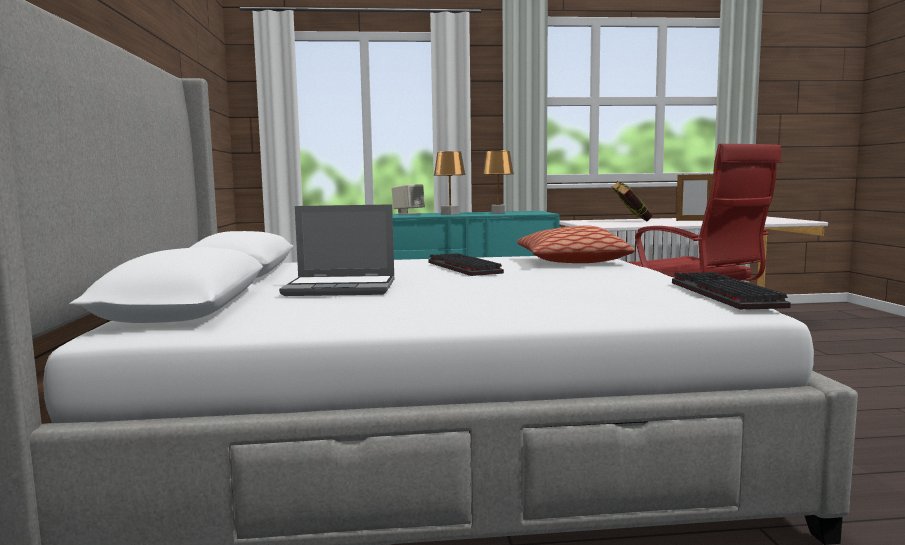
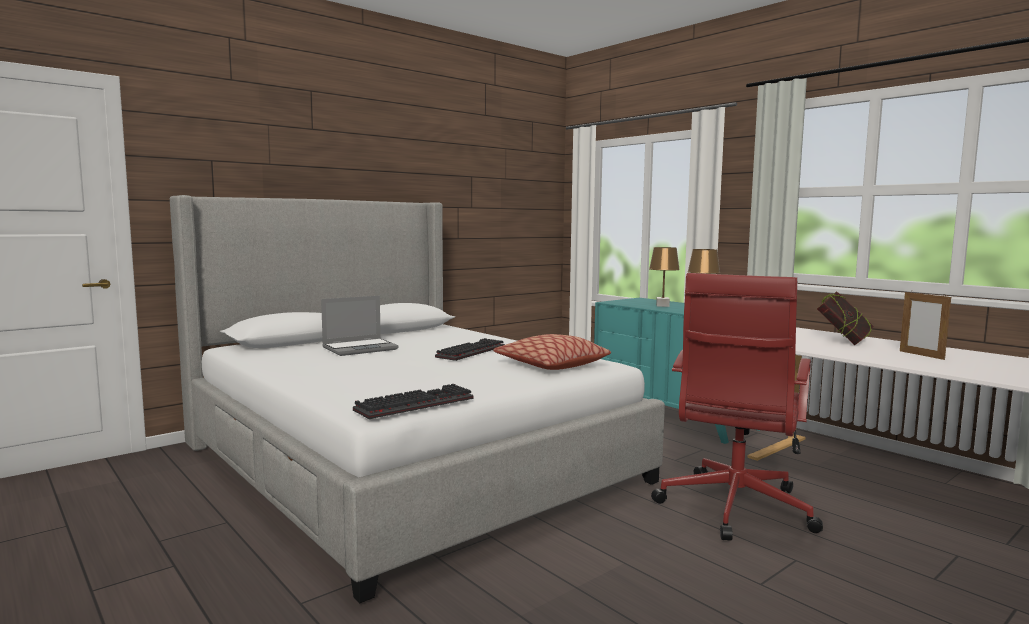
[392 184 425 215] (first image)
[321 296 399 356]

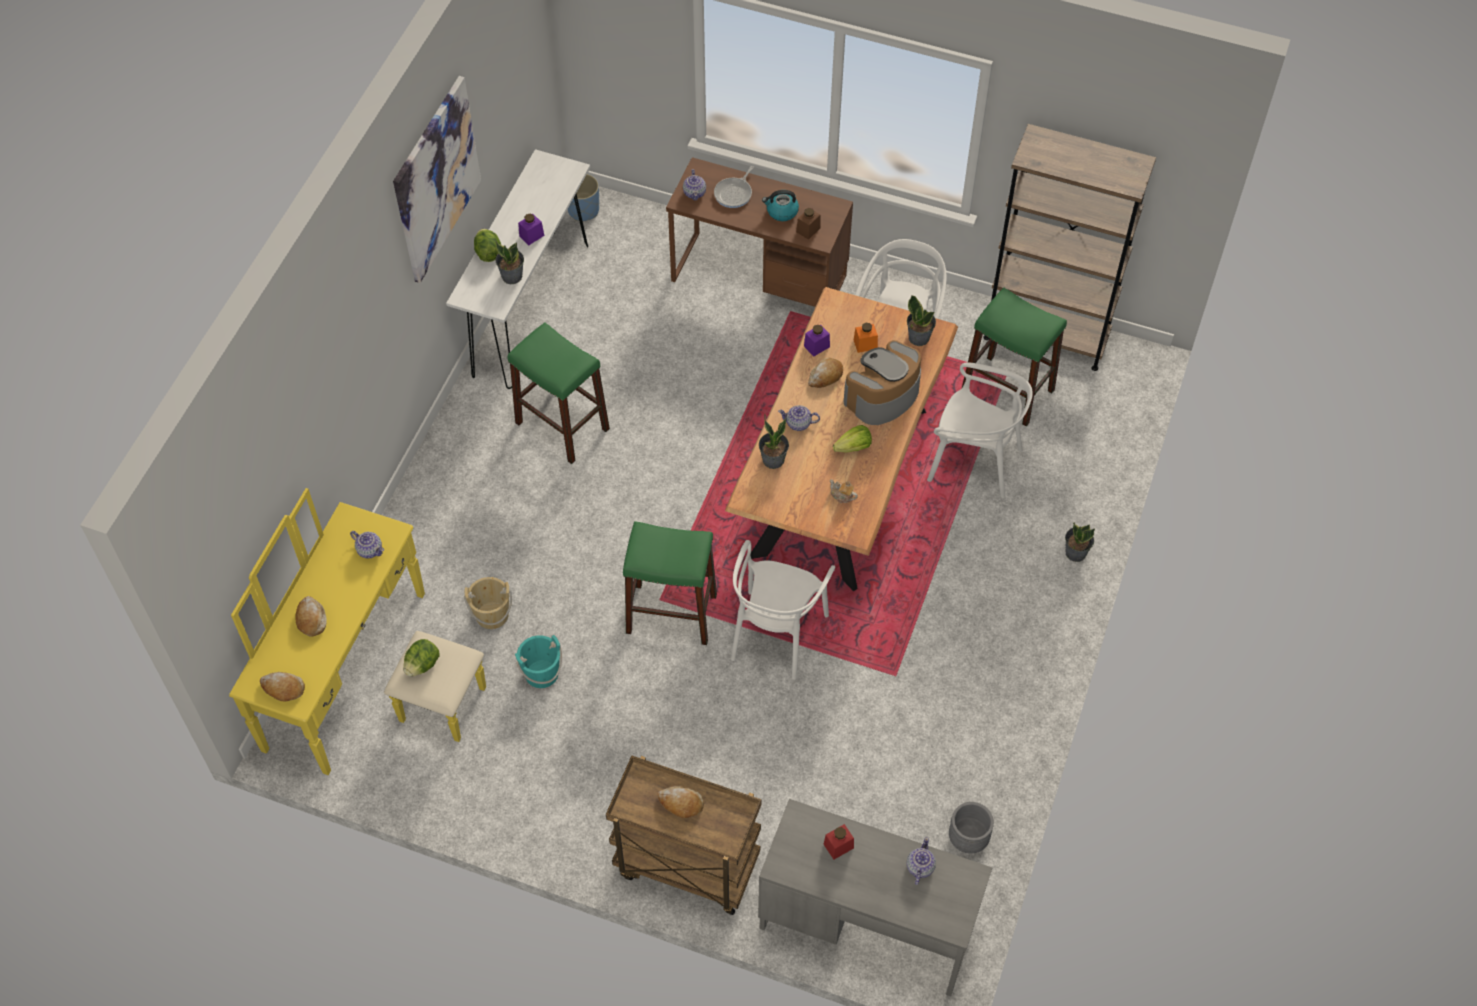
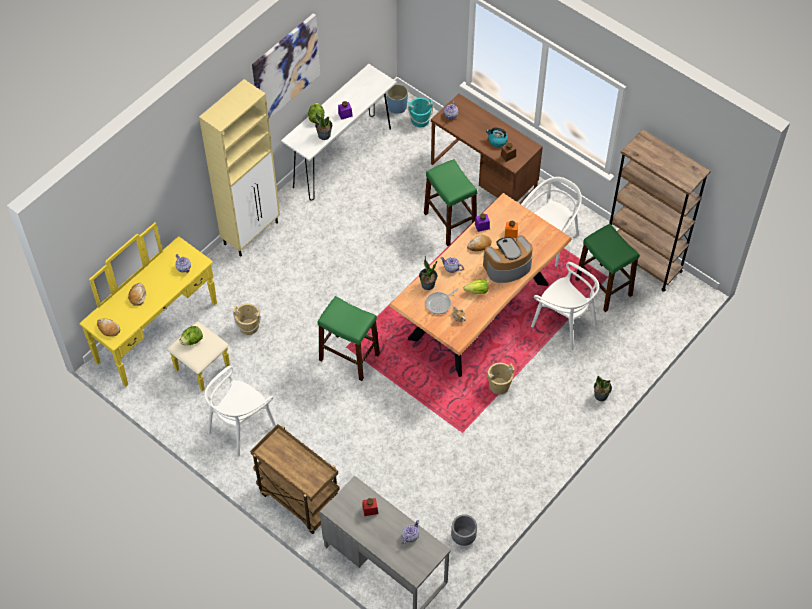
[658 786 704 818] (first image)
[907 295 936 346] (first image)
[199 79 280 257]
[487 363 514 395]
[424 159 478 246]
[408 98 433 127]
[426 288 459 314]
[205 366 276 457]

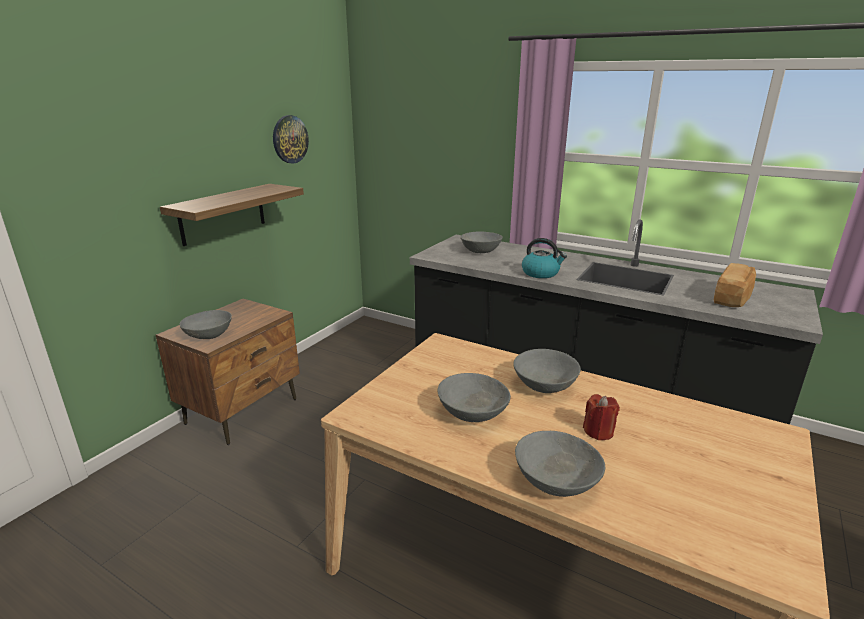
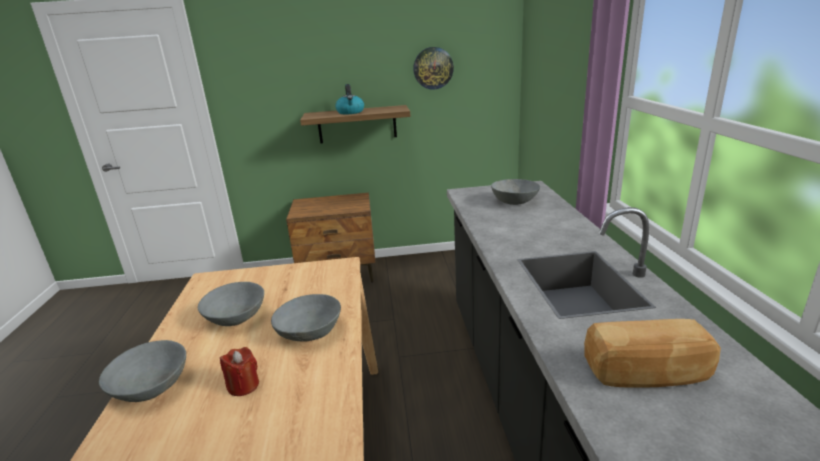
[180 310 232 339] (first image)
[335 84 364 114]

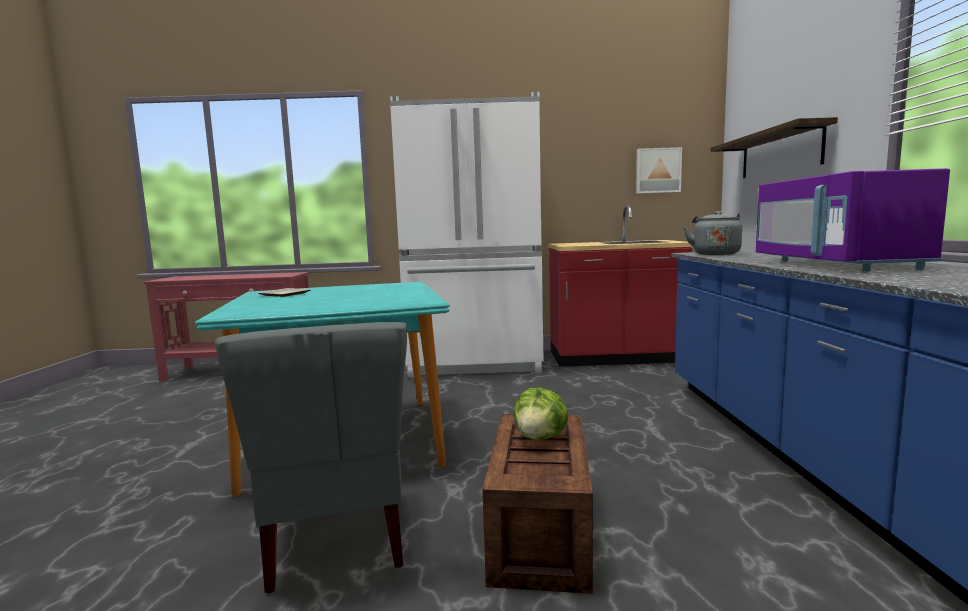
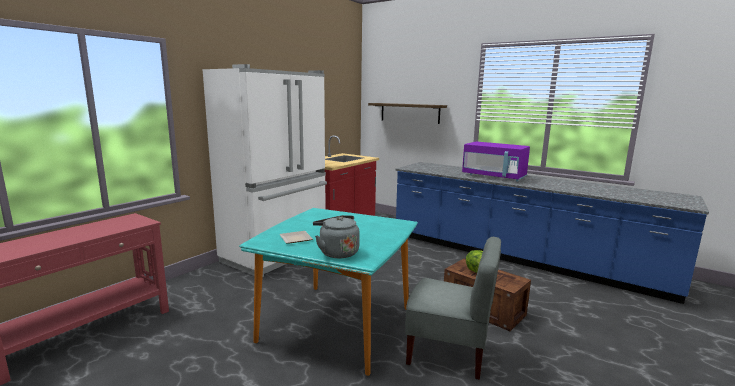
[636 147 682 194] (first image)
[313 215 360 258]

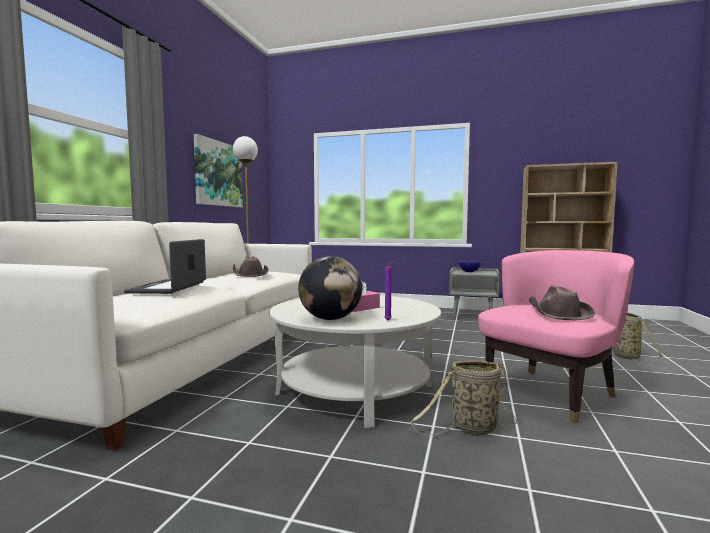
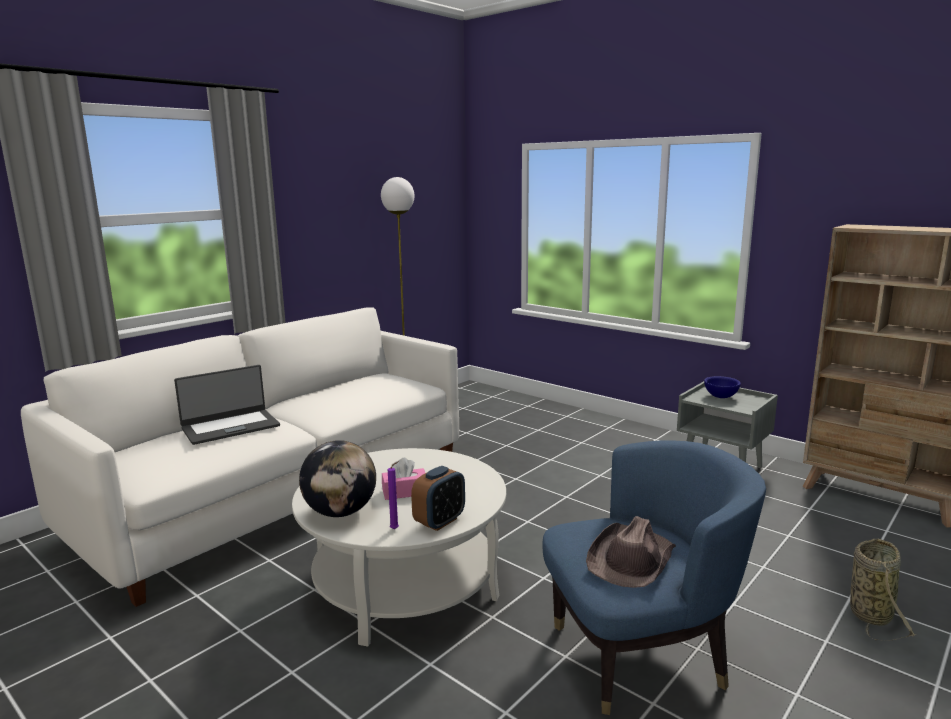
[194 134 243 207] (first image)
[233 256 268 277] (first image)
[410 360 517 436] (first image)
[411 466 465 531]
[543 441 766 715]
[174 365 280 445]

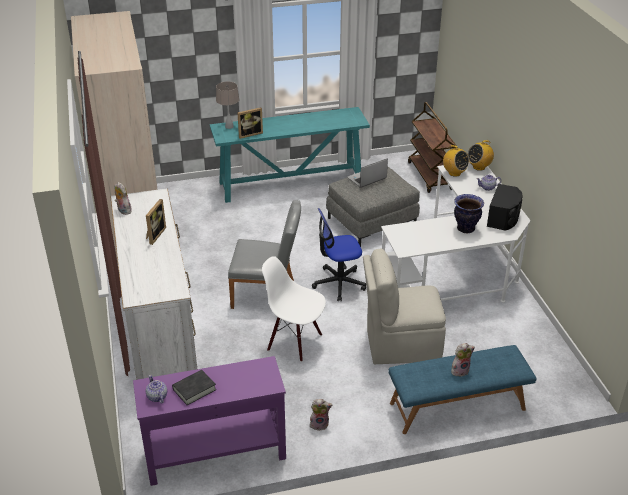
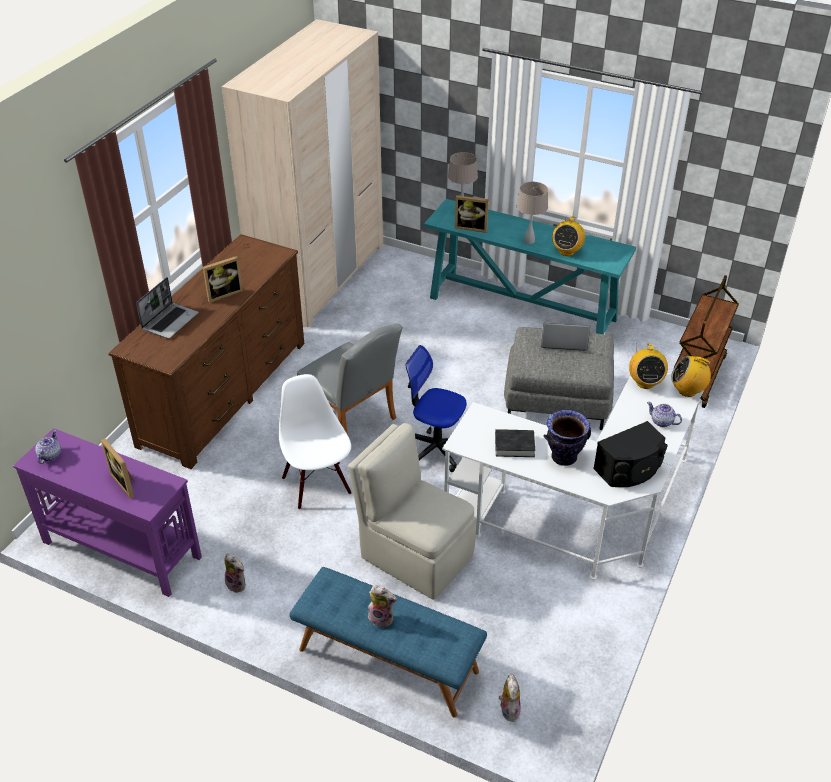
[101 438 135 499]
[136 277 199 339]
[517 182 548 244]
[552 215 585 256]
[499 673 521 722]
[495 429 535 457]
[108 234 304 469]

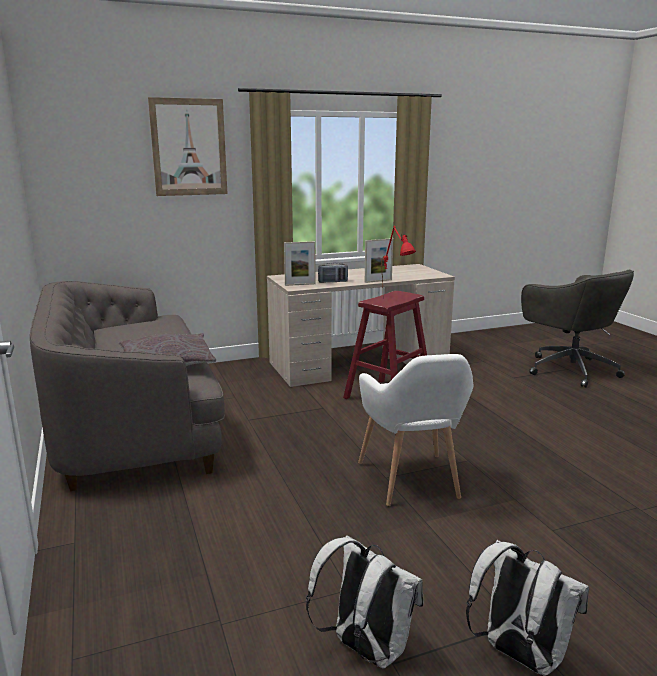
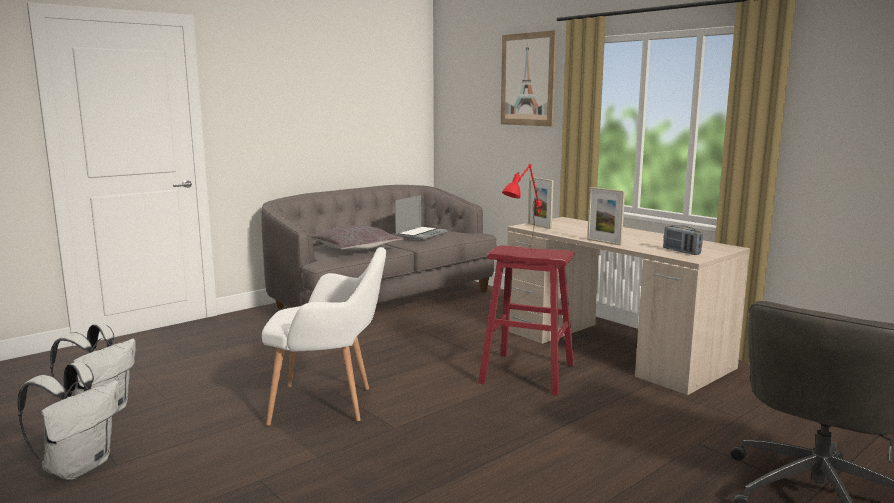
[395 195 448 240]
[663 225 703 255]
[262 247 386 426]

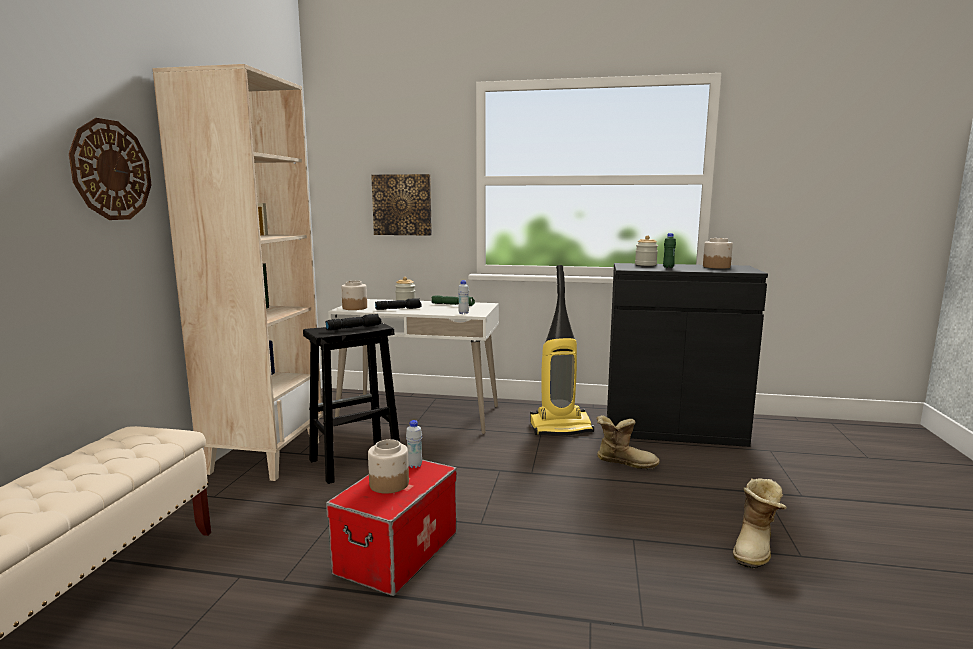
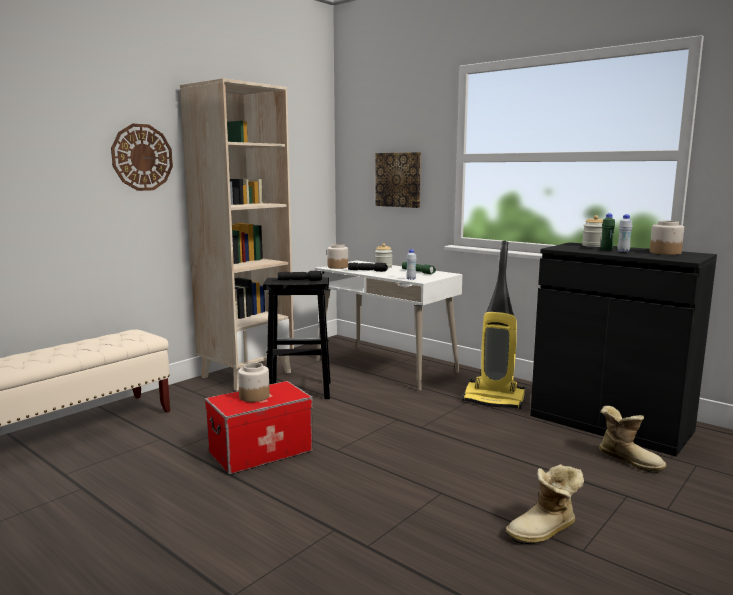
[617 214 633 252]
[599 406 666 473]

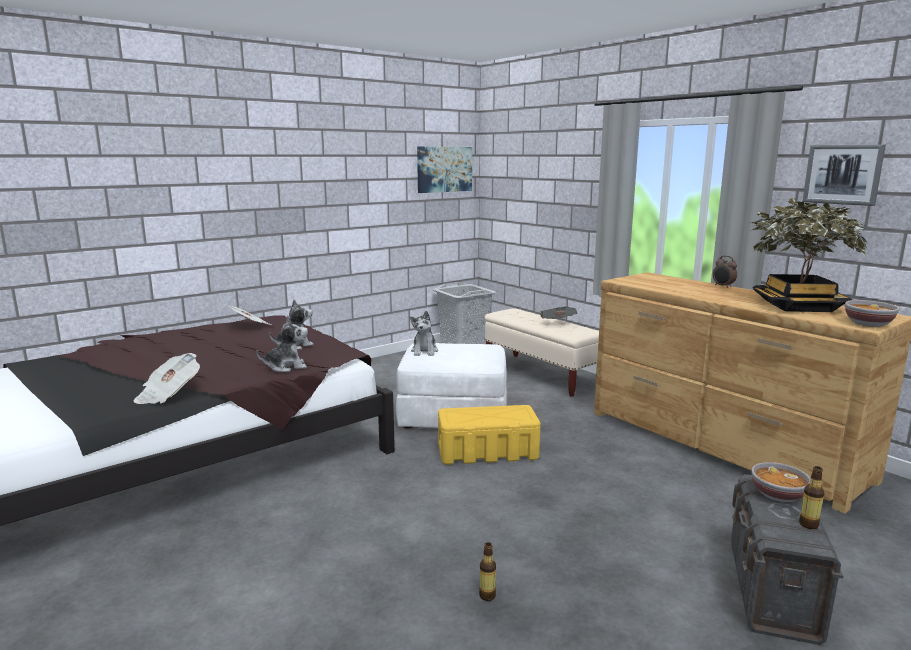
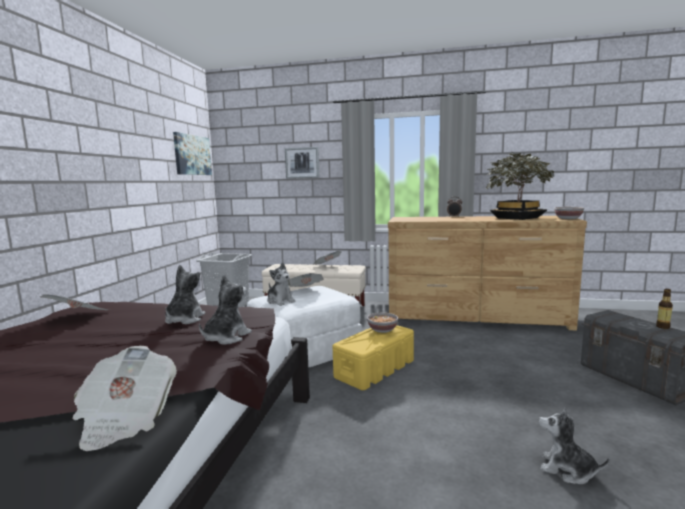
[288 273 324 287]
[367 313 398 333]
[285 147 319 179]
[539 408 610 485]

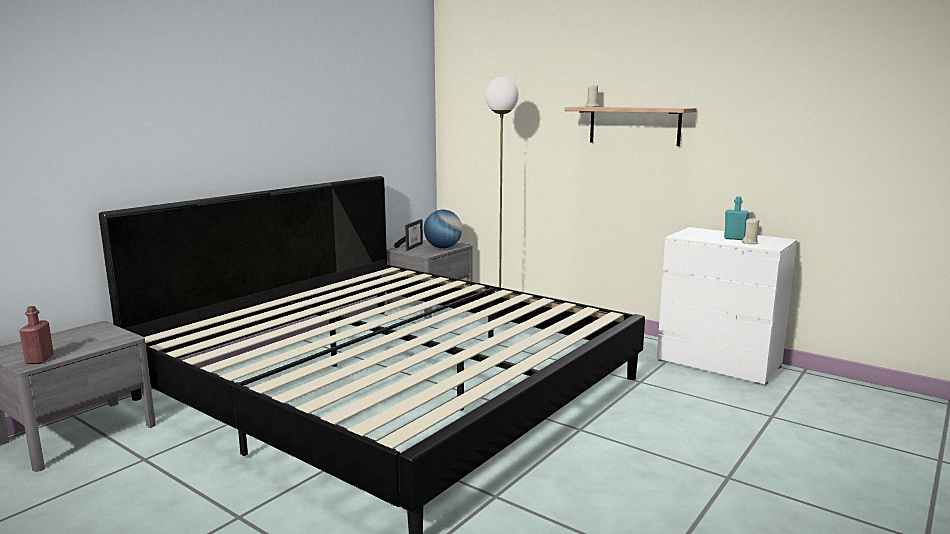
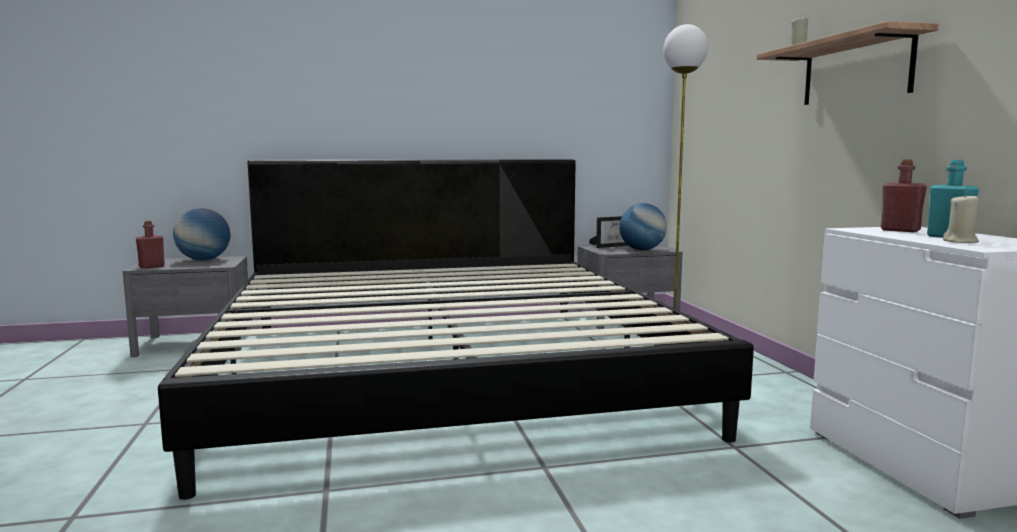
[173 208 230 260]
[881 159 927 232]

